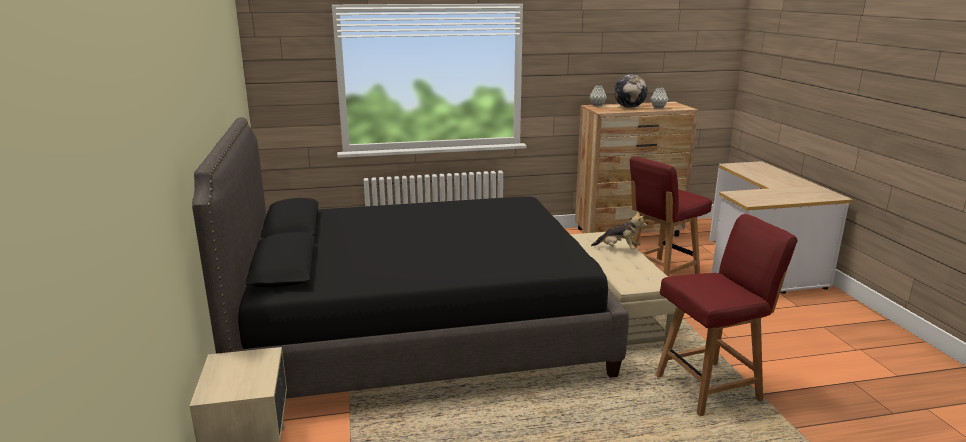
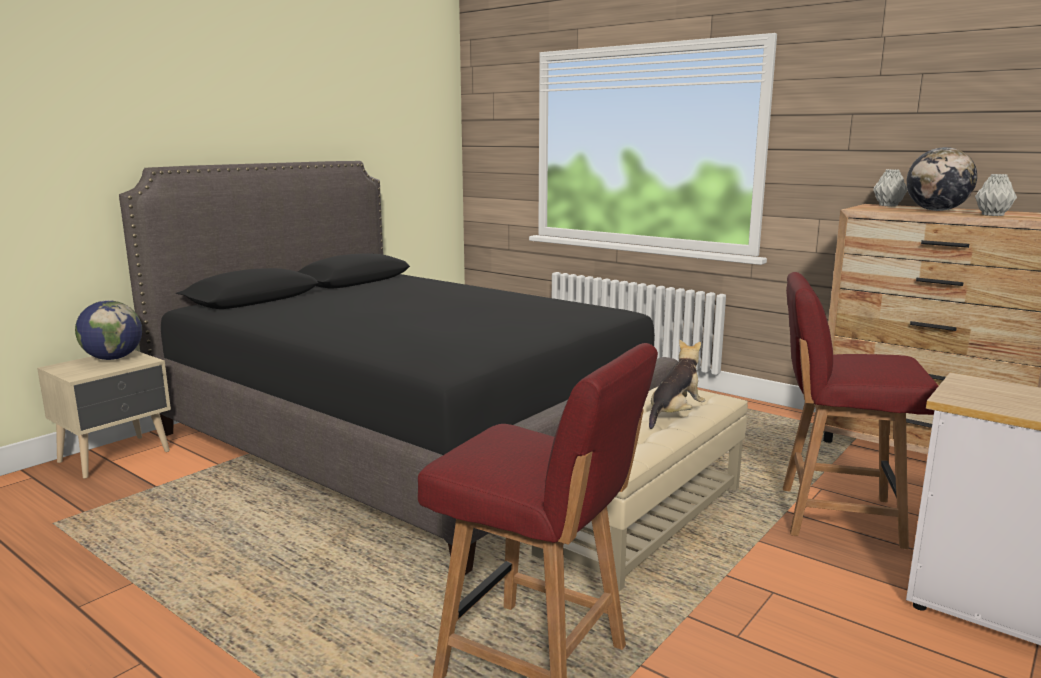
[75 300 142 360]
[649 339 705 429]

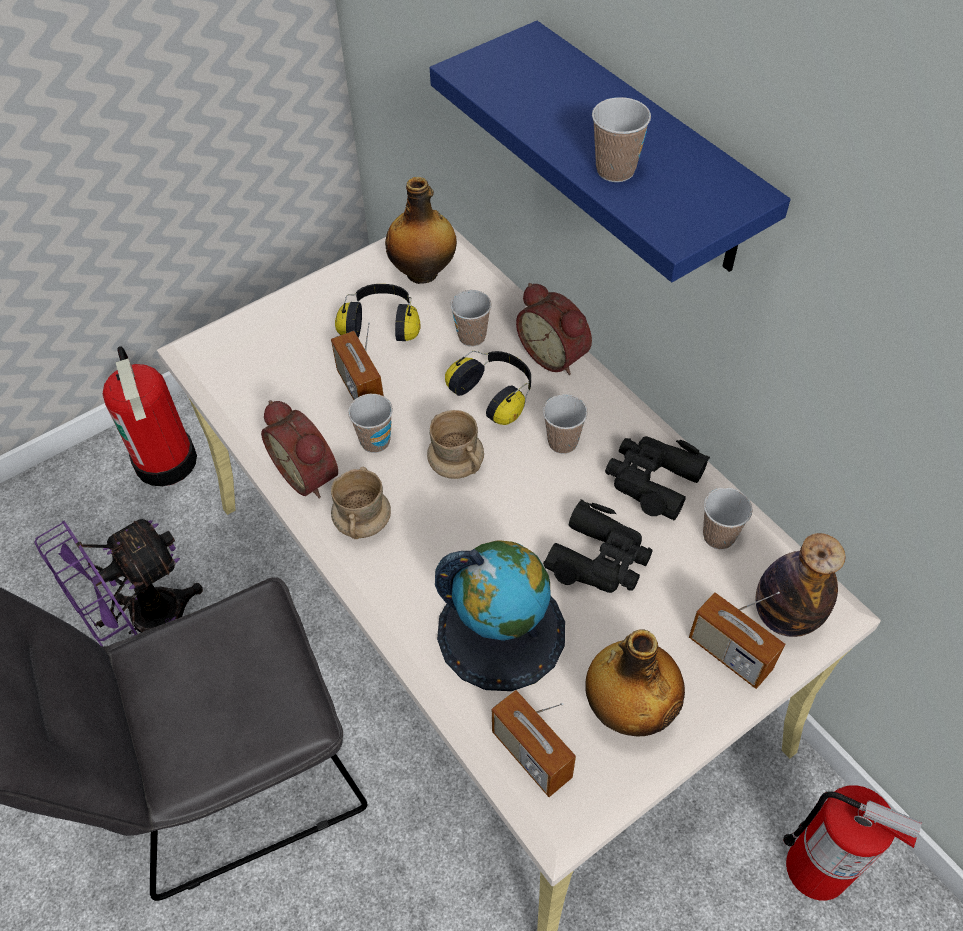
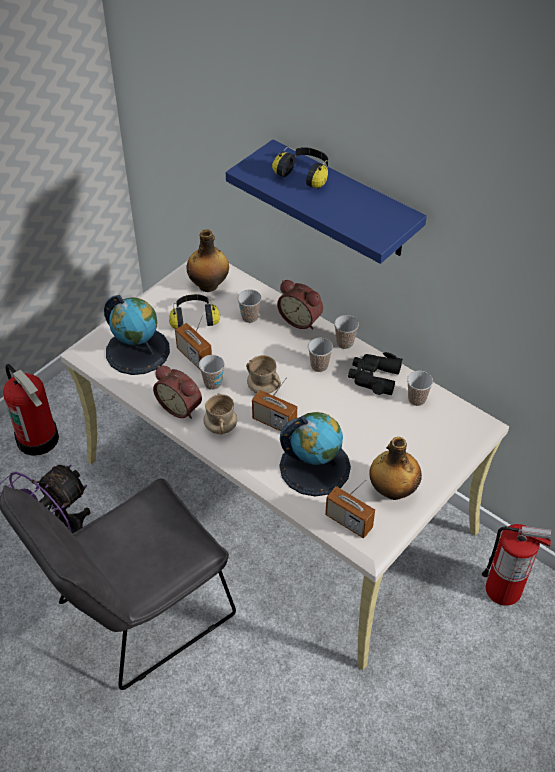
[543 499 653 593] (first image)
[755 533 846 637] (first image)
[104 295 170 375]
[272 147 328 189]
[334 315 359 349]
[252 377 297 431]

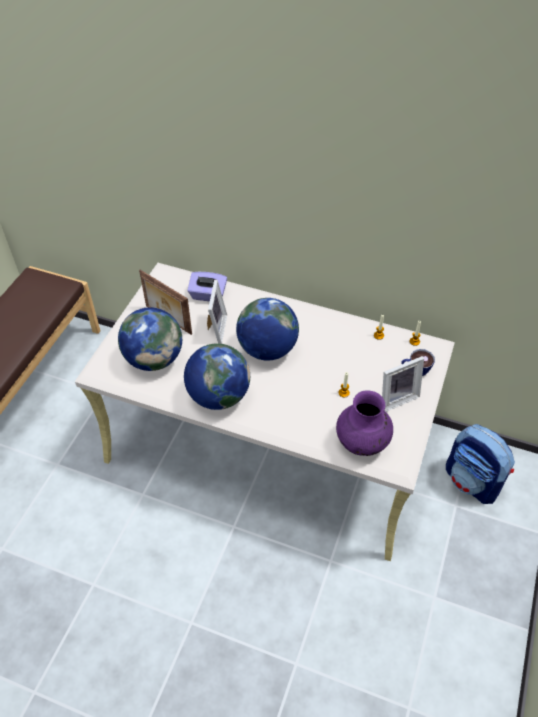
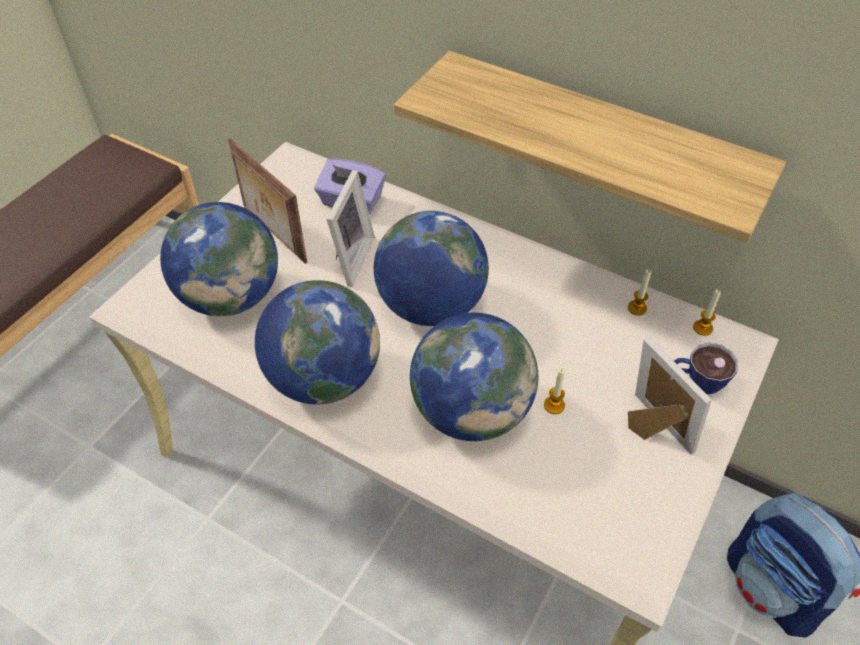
[336 390 393 456] (first image)
[394 51 786 243]
[410 313 538 441]
[628 337 712 455]

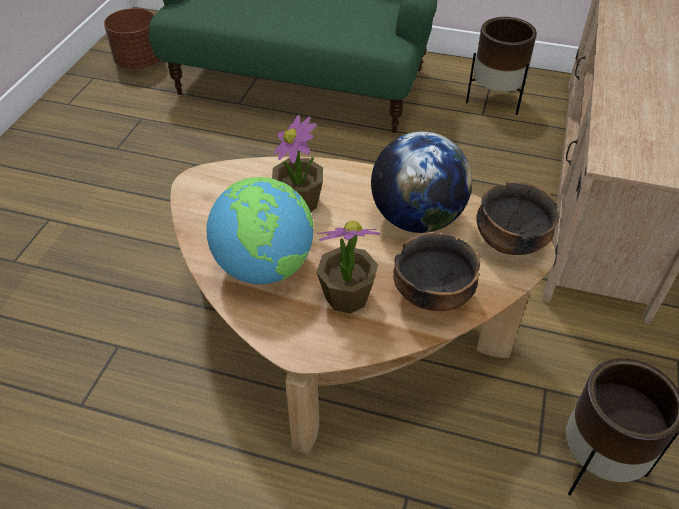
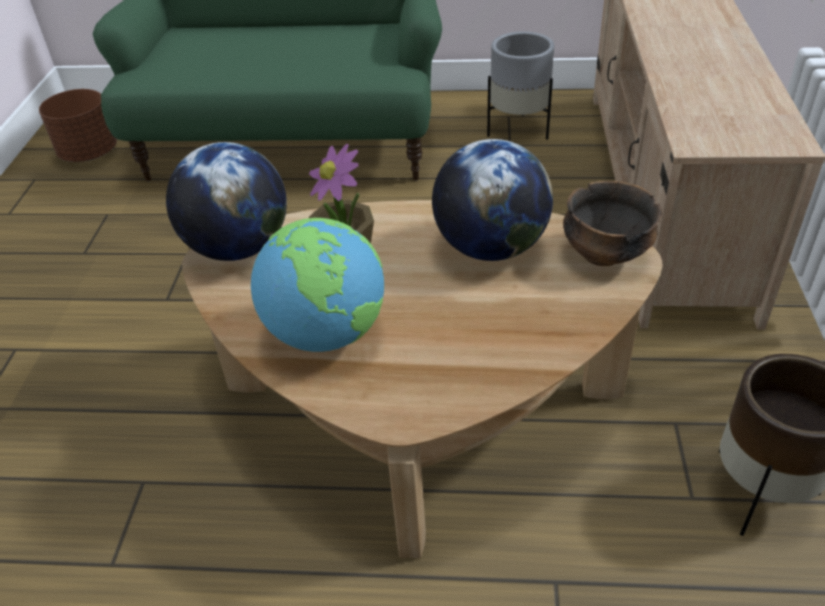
[316 220 381 313] (first image)
[393 233 480 311] (first image)
[166 142 287 261]
[487 31 554 140]

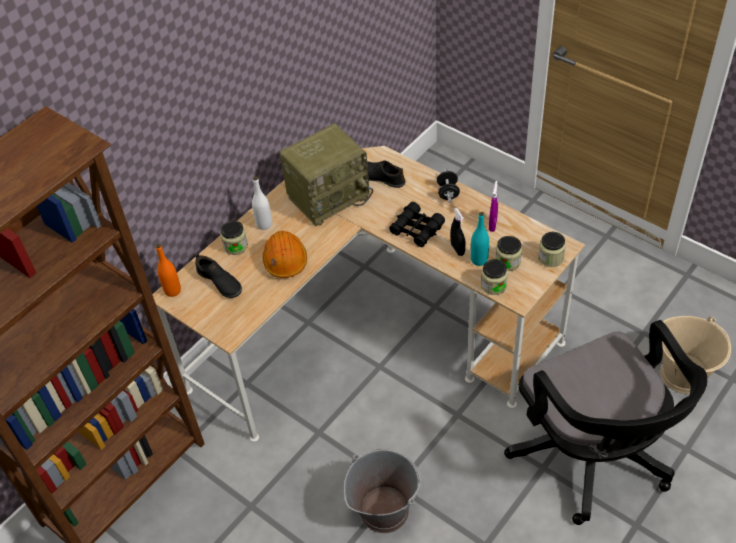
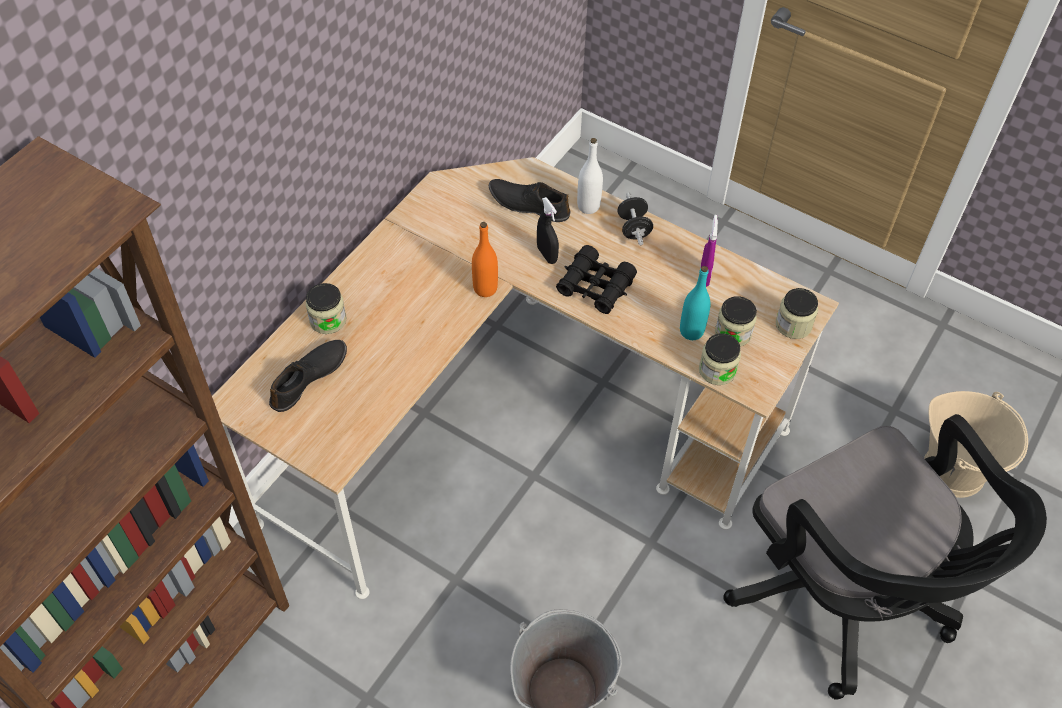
[263 231 307 278] (first image)
[280 124 373 226] (first image)
[472 222 498 297]
[577 138 603 214]
[537 197 559 264]
[269 340 347 412]

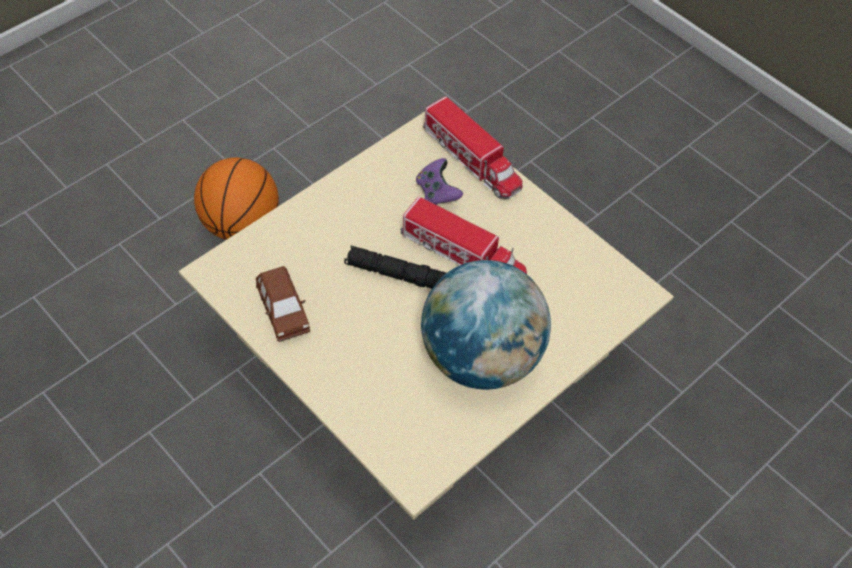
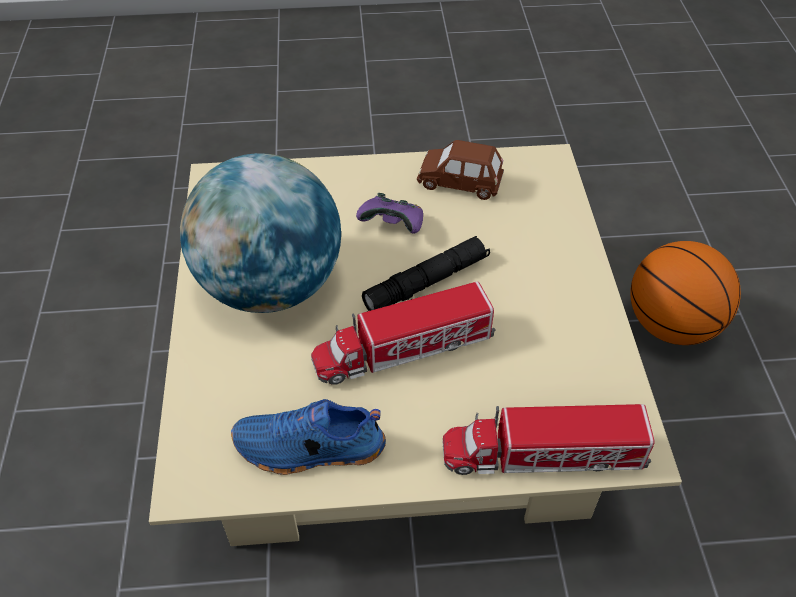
[231 399 386 475]
[356 193 423 233]

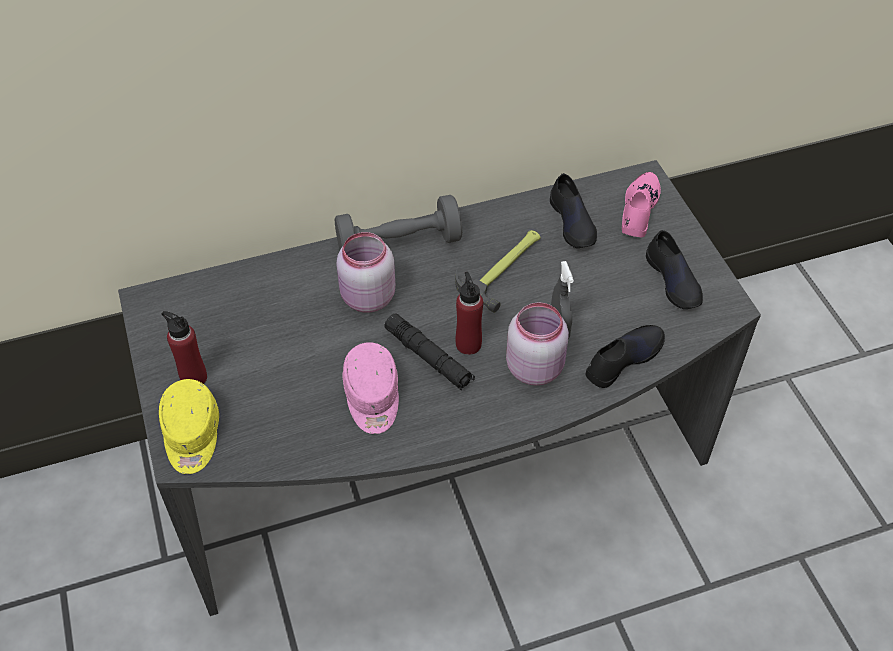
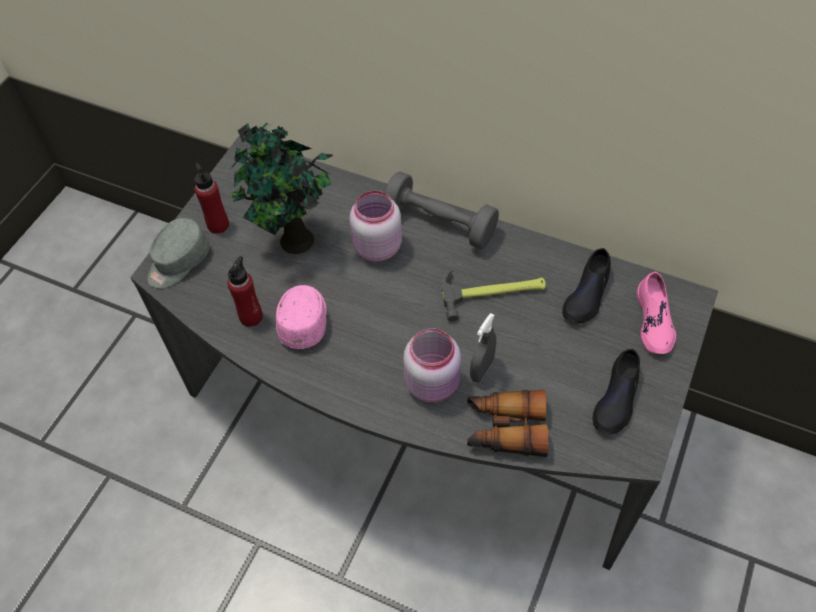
[384 313 475 391] (first image)
[230 122 333 254]
[227 256 263 327]
[467 389 549 457]
[147 218 209 288]
[276 285 327 349]
[636 272 676 354]

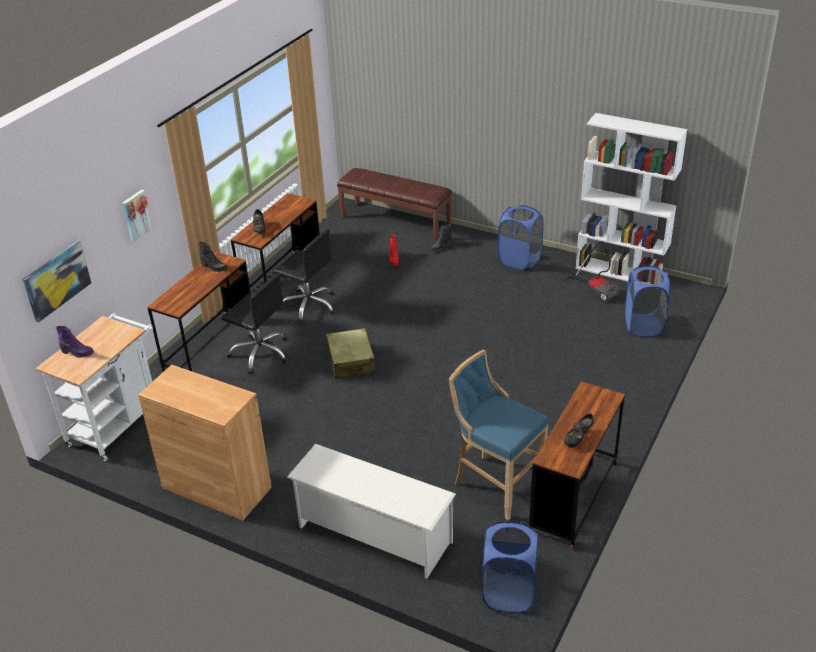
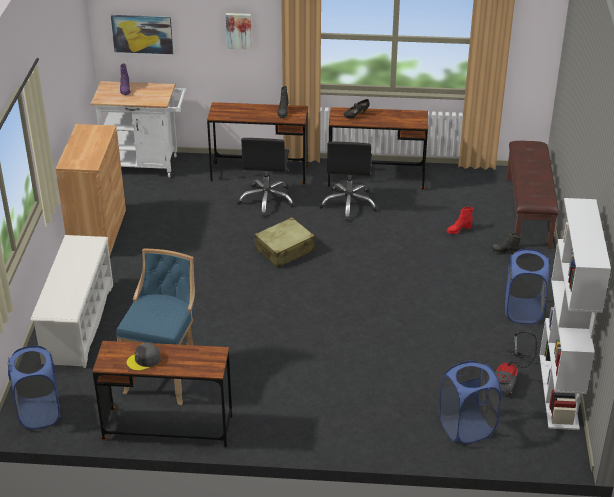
[127 343 161 371]

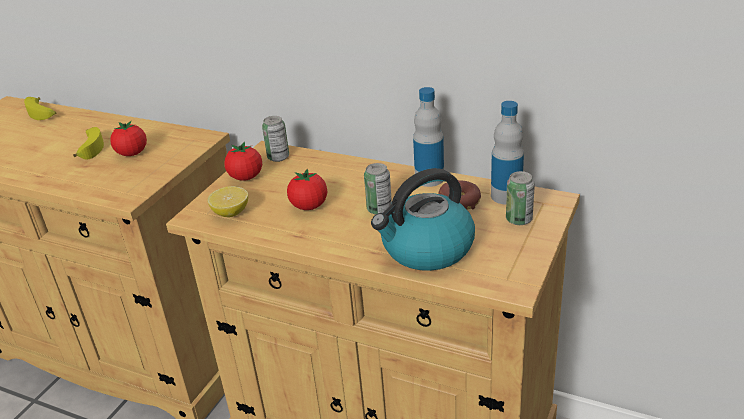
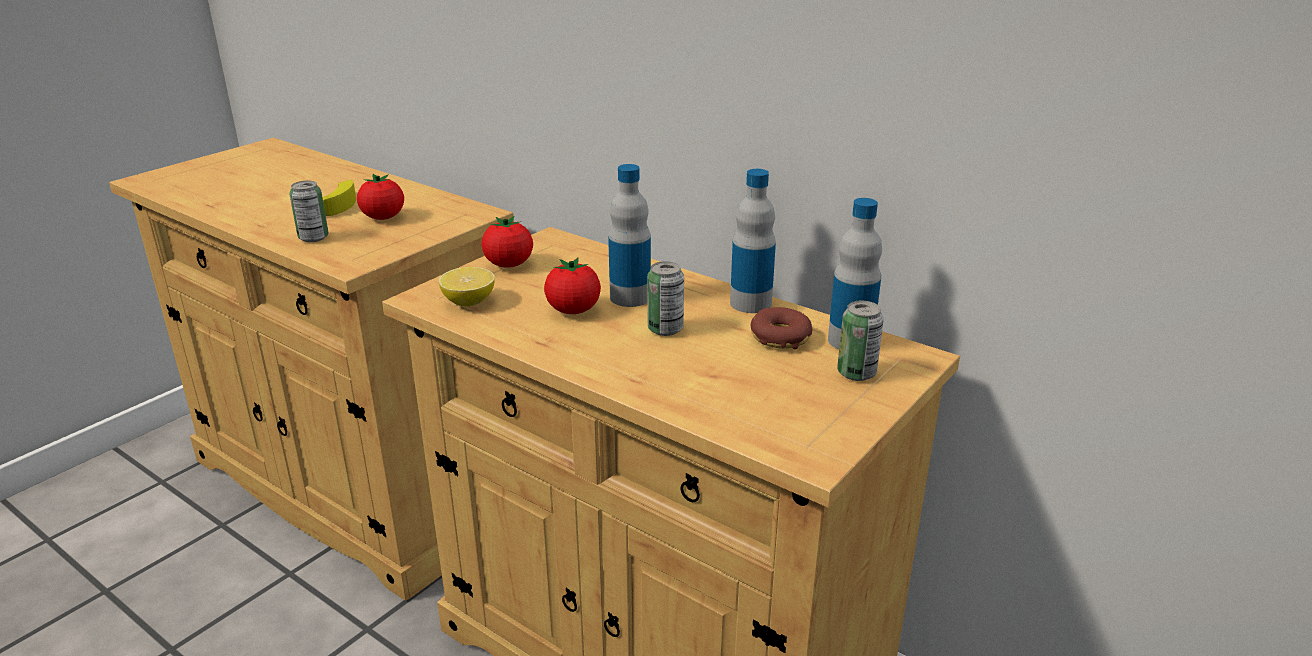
[24 97 56 120] (first image)
[371 168 475 271] (first image)
[608 164 651 307]
[289 181 329 242]

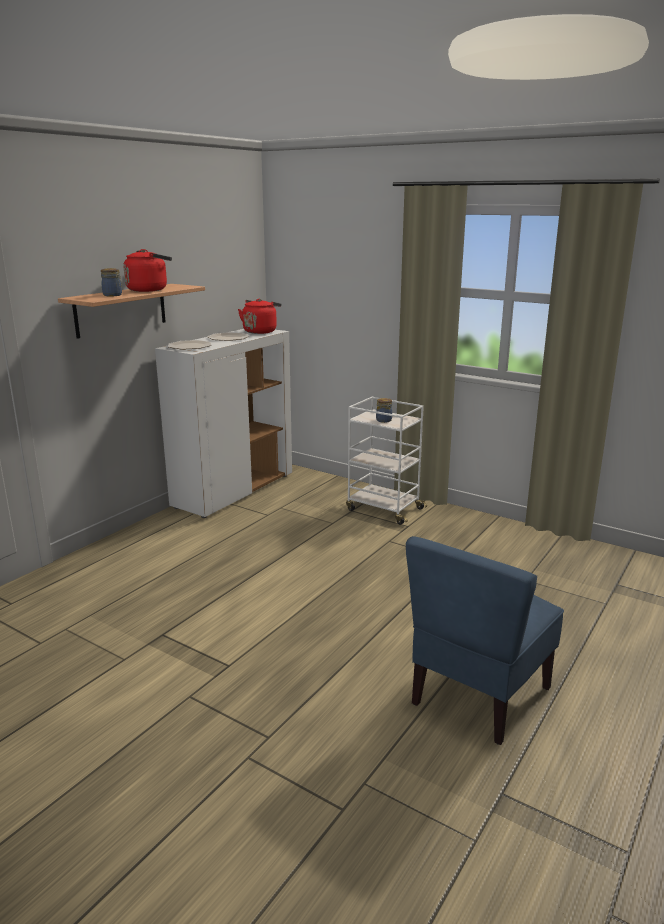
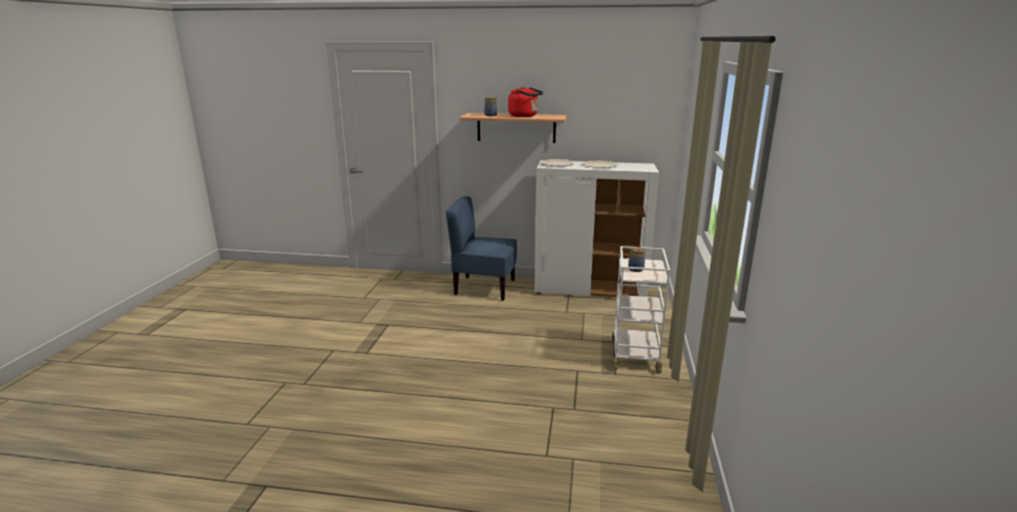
[238 299 282 334] (first image)
[446 196 517 301]

